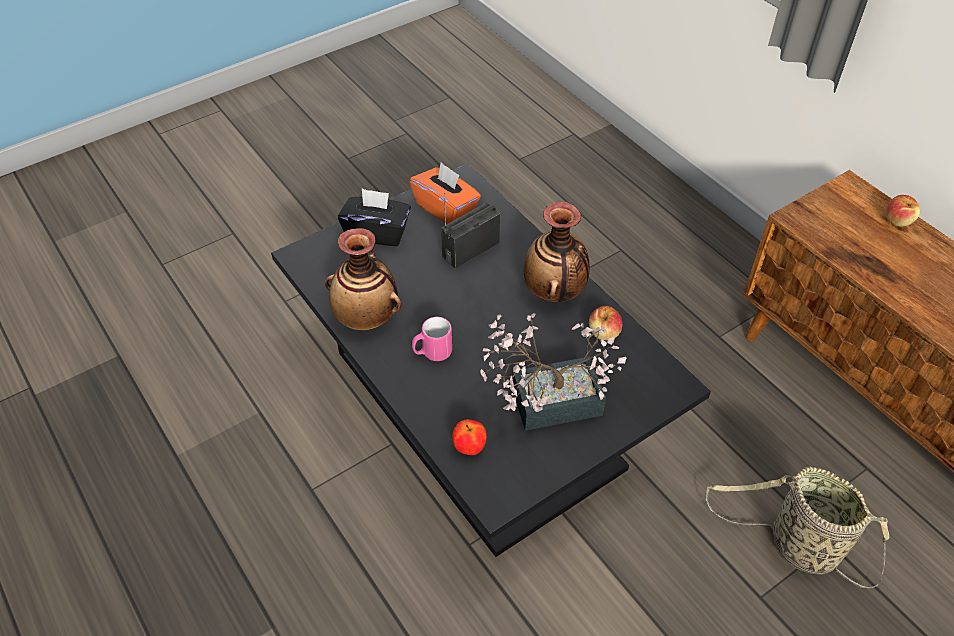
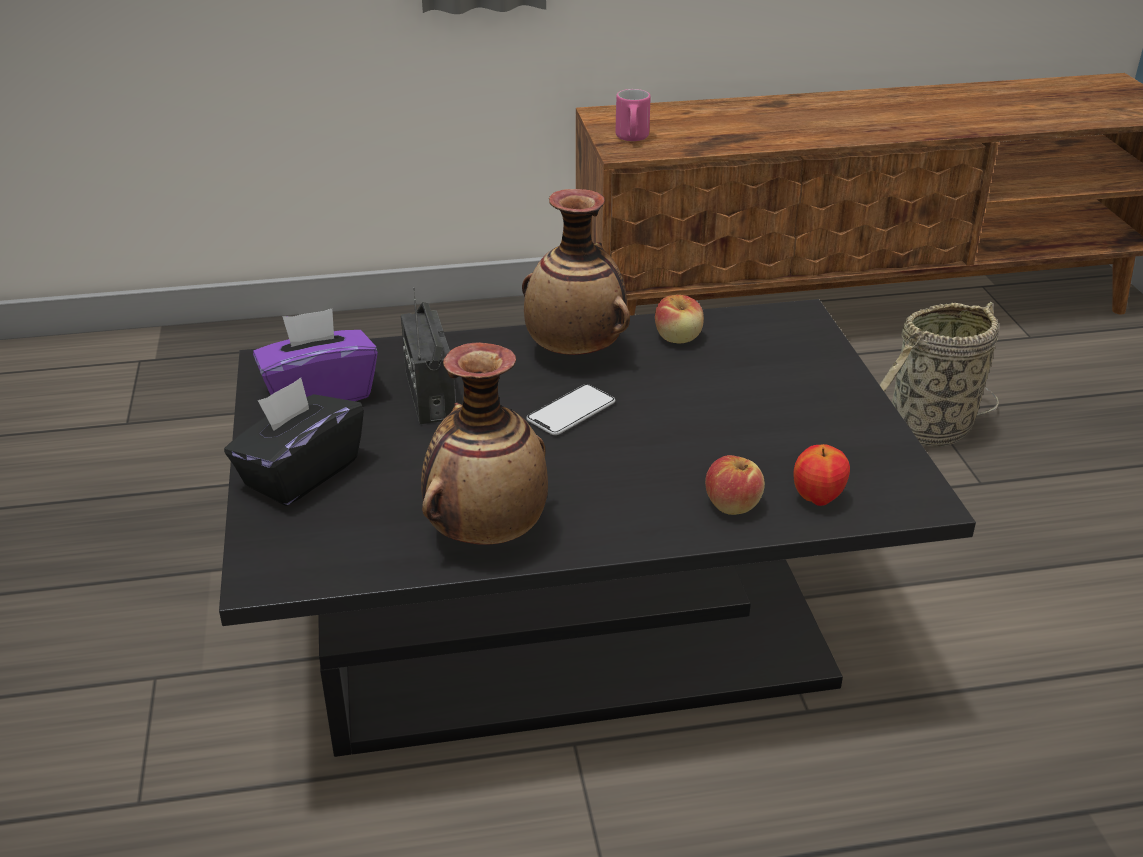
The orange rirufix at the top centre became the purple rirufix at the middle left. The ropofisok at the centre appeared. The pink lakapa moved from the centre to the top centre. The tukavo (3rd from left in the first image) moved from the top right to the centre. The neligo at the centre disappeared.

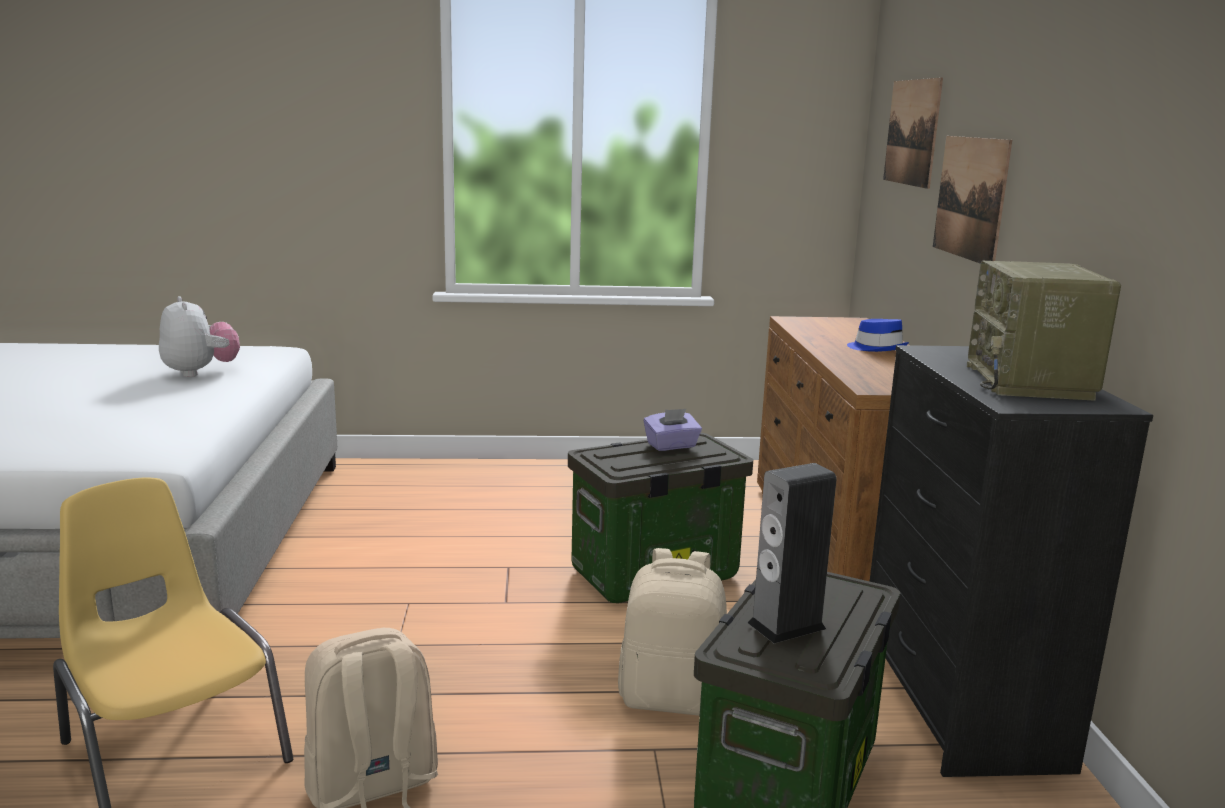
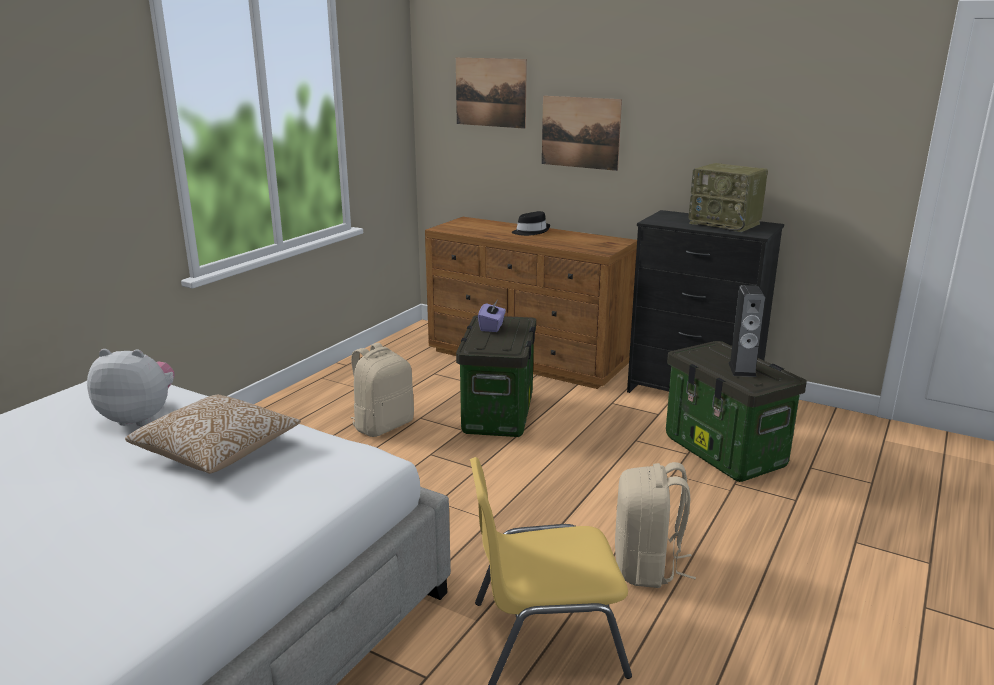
The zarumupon at the middle left appeared. The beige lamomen (2nd from left in the first image) moved from the bottom centre to the centre. The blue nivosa at the middle right became the black nivosa at the top centre.

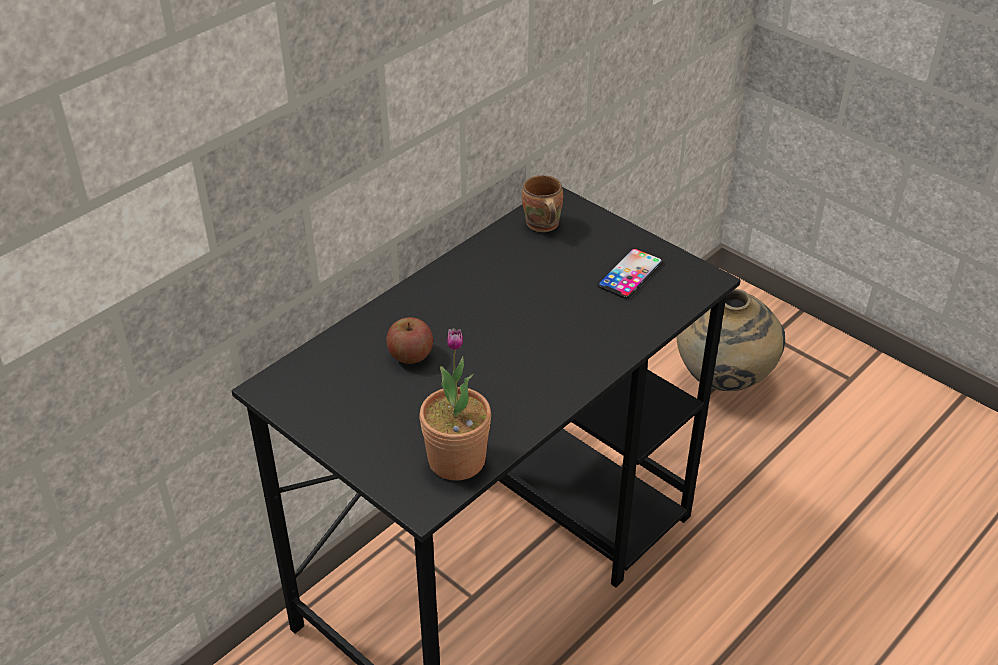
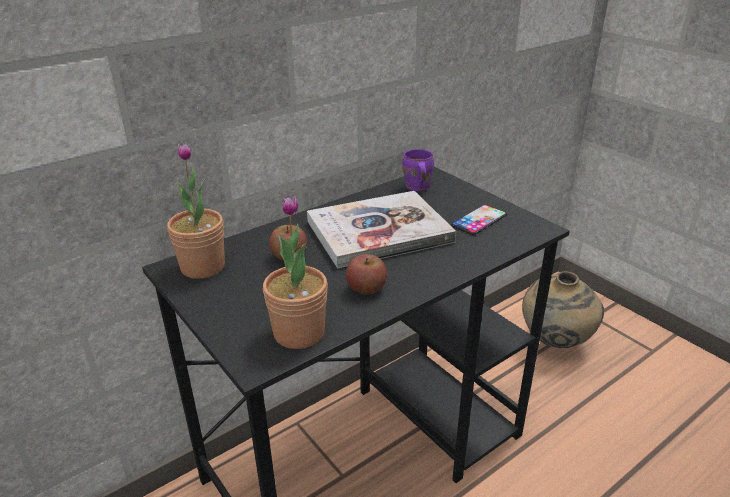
The neligo (1st from left) at the middle left appeared. The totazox at the centre appeared. The tukavo (2nd from left) at the centre appeared. The brown lakapa at the top centre became the purple lakapa at the centre.

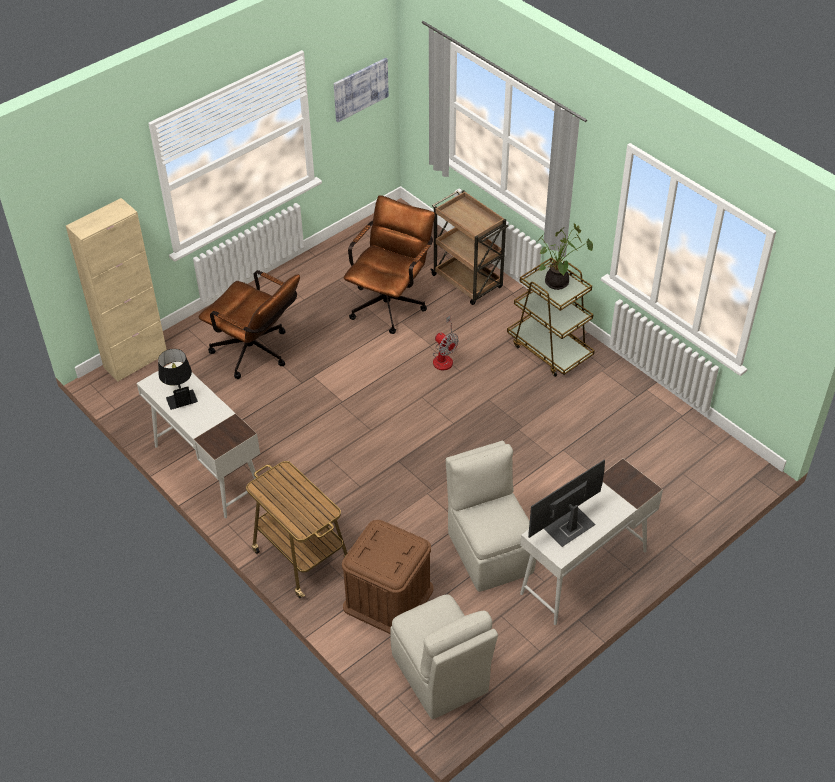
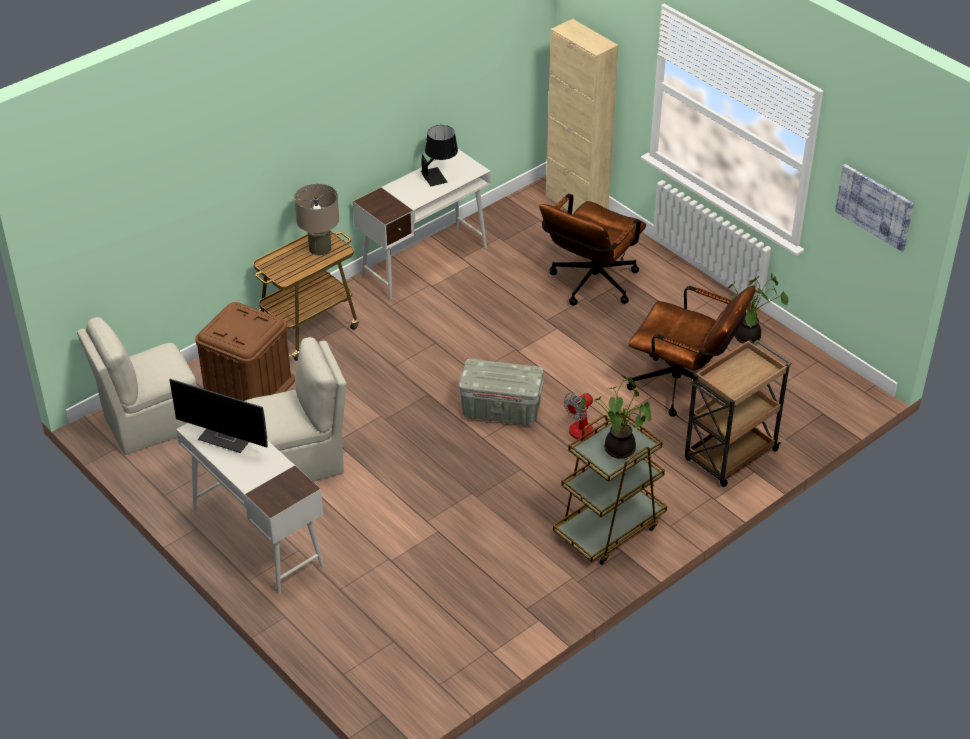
The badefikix at the middle right turned 150 degrees clockwise. The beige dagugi at the top left appeared. The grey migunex at the centre appeared. The neligo (2nd from left) at the middle right appeared.

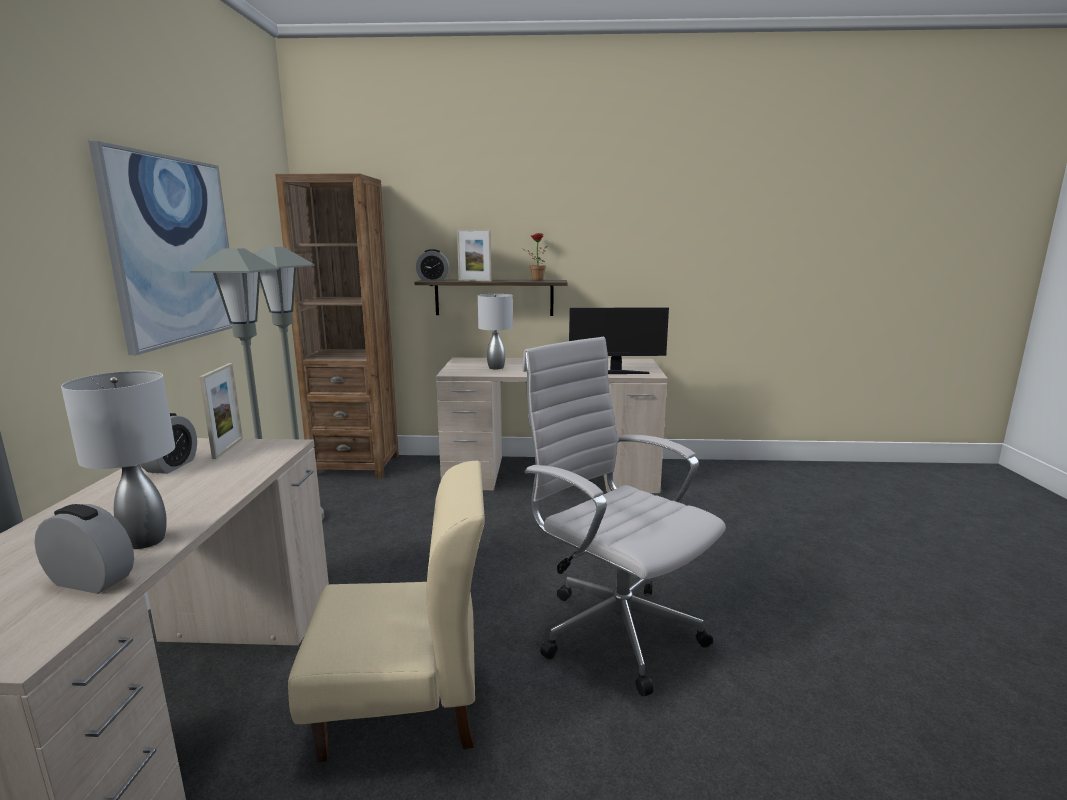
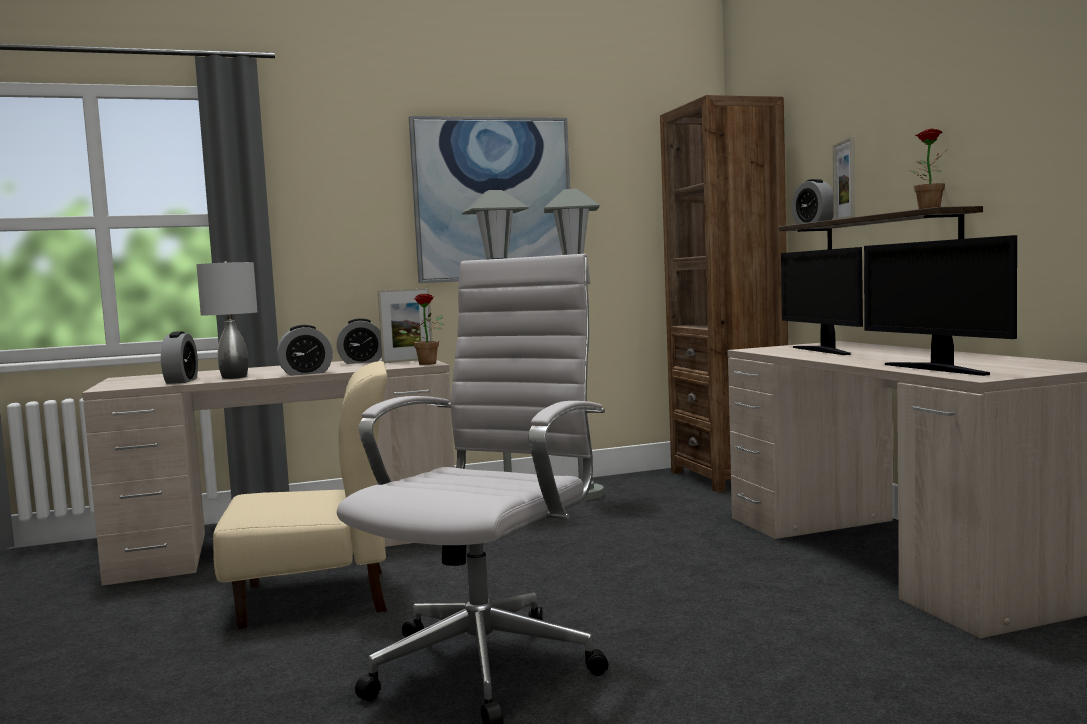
The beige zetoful at the bottom centre turned 75 degrees counterclockwise. The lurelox (2nd from left) at the middle left appeared. The neligo (1st from left) at the centre appeared. The grey dagugi (2nd from left) at the centre was replaced by the badefikix (1st from left) at the middle right.

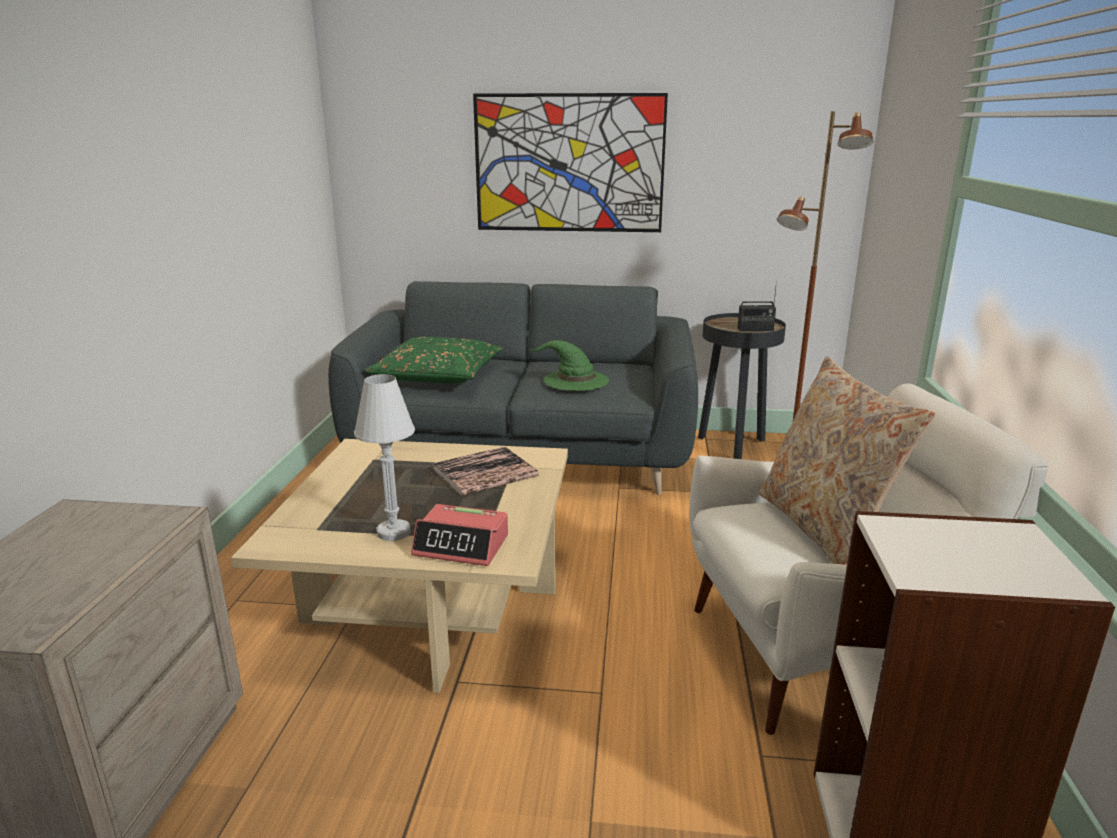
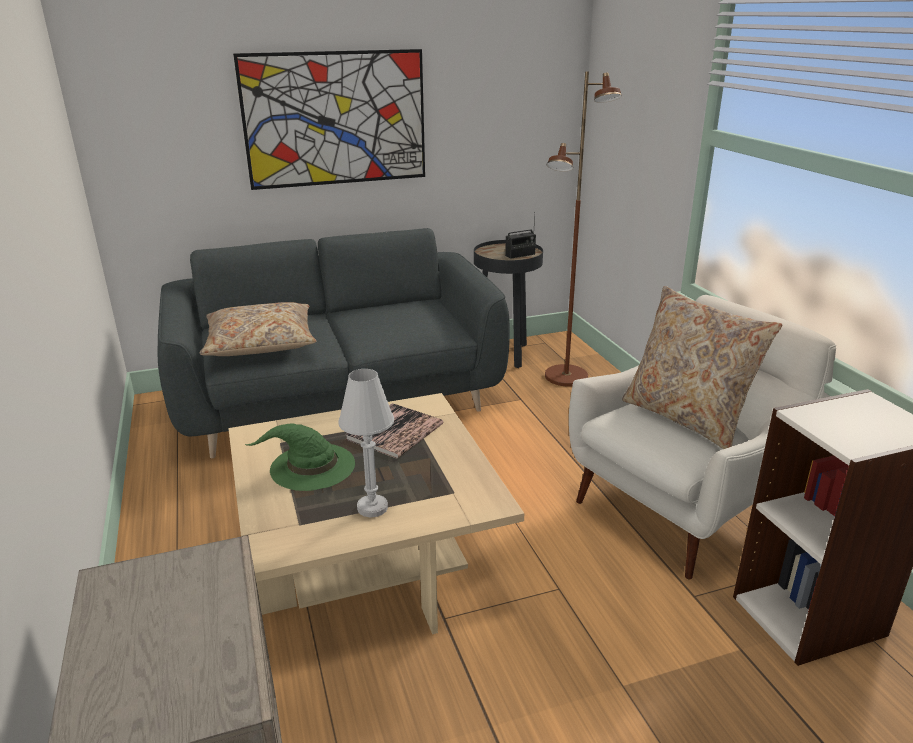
The green zarumupon at the centre became the beige zarumupon (1st from left) at the middle left. The green nivosa moved from the centre to the middle left. The lurelox at the centre disappeared.

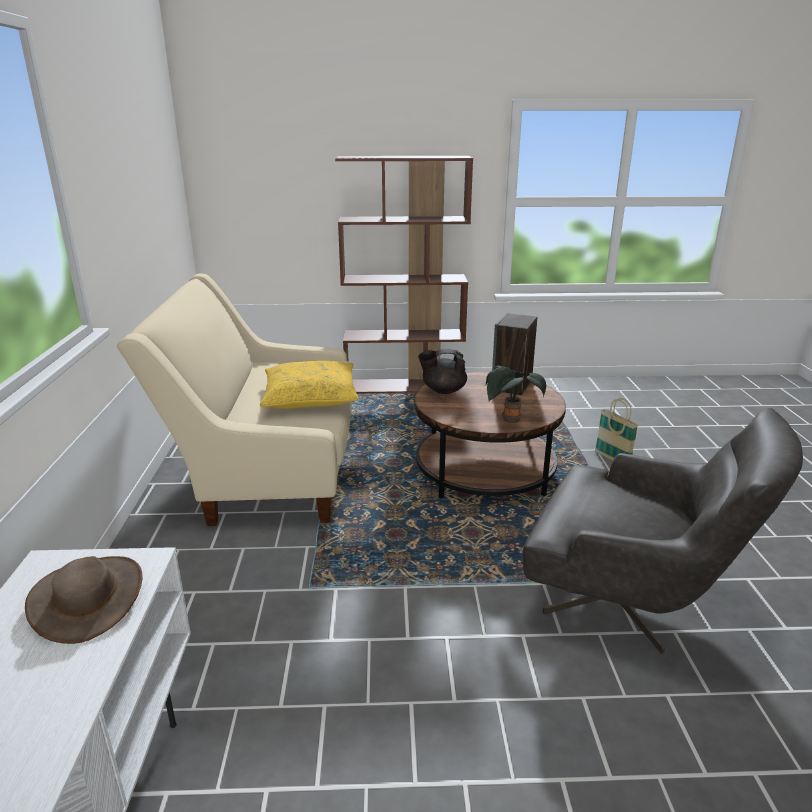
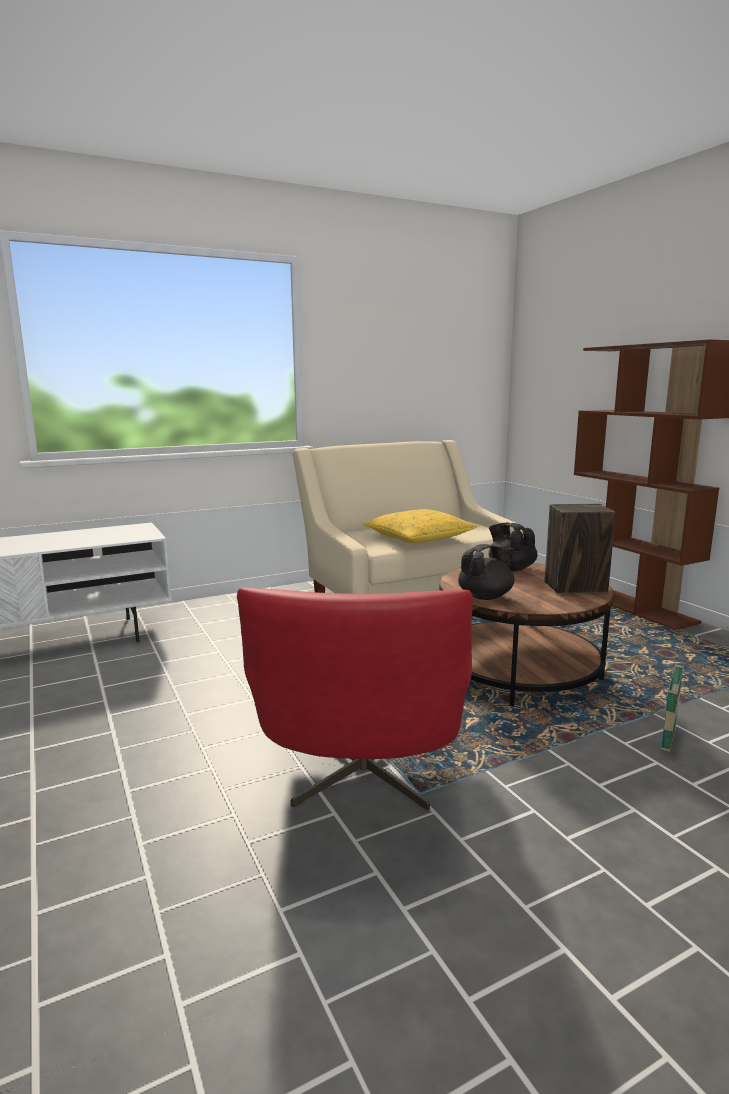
The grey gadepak at the middle right became the red gadepak at the centre. The neligo at the centre was replaced by the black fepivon (1st from left) at the middle right. The brown nivosa at the bottom left disappeared.

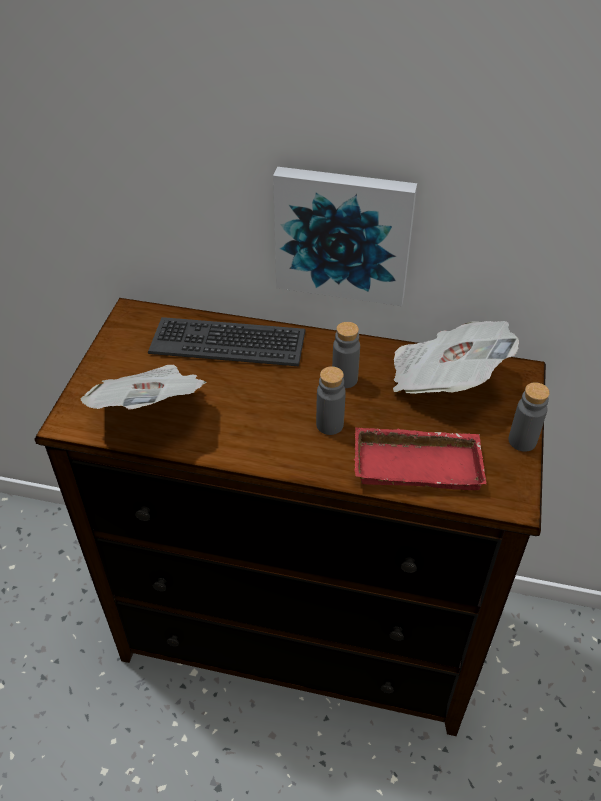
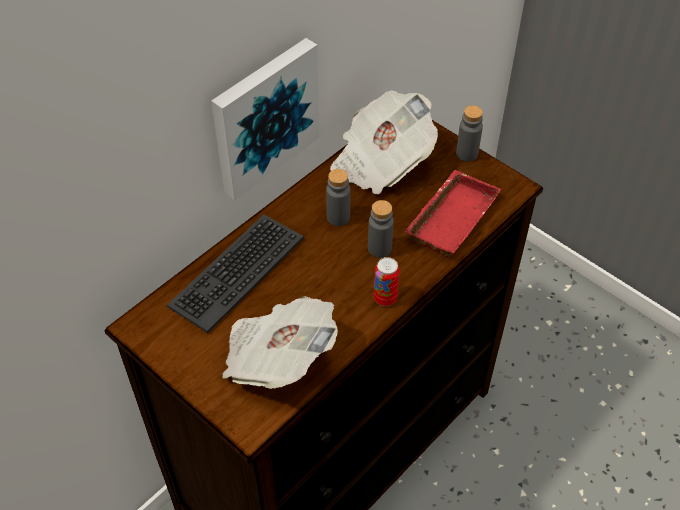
The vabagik at the centre appeared.

